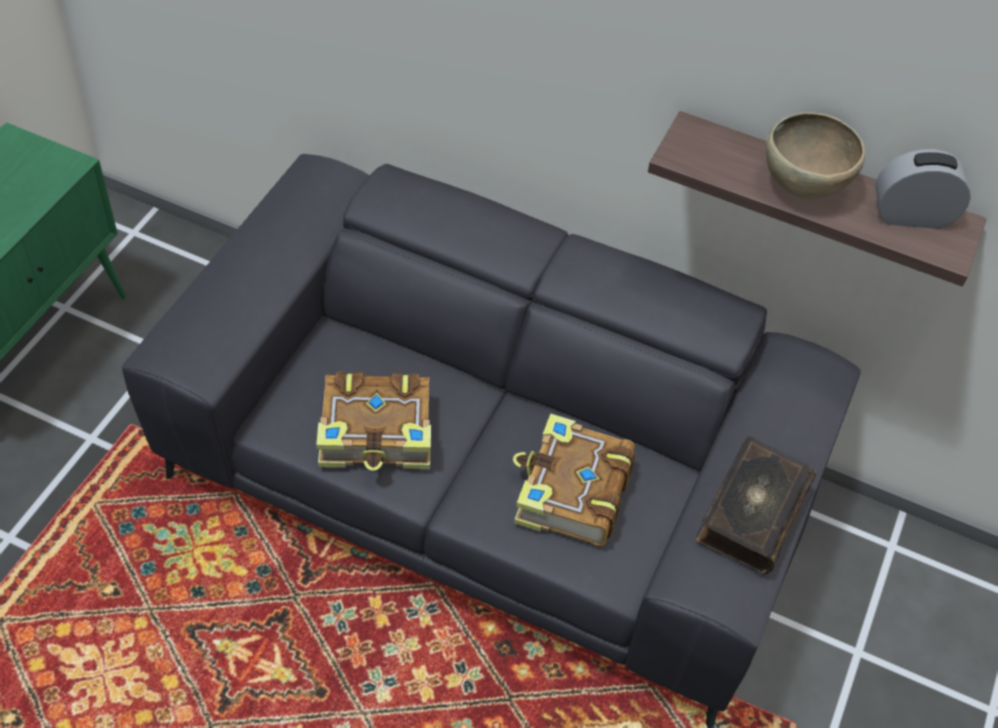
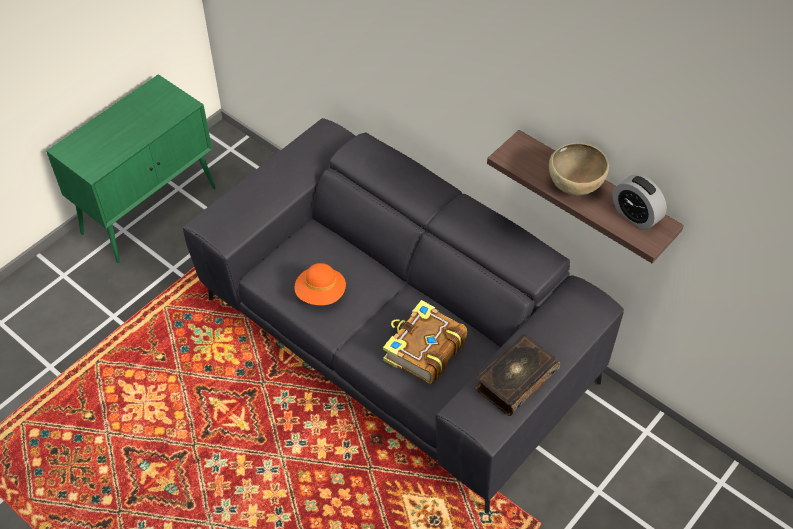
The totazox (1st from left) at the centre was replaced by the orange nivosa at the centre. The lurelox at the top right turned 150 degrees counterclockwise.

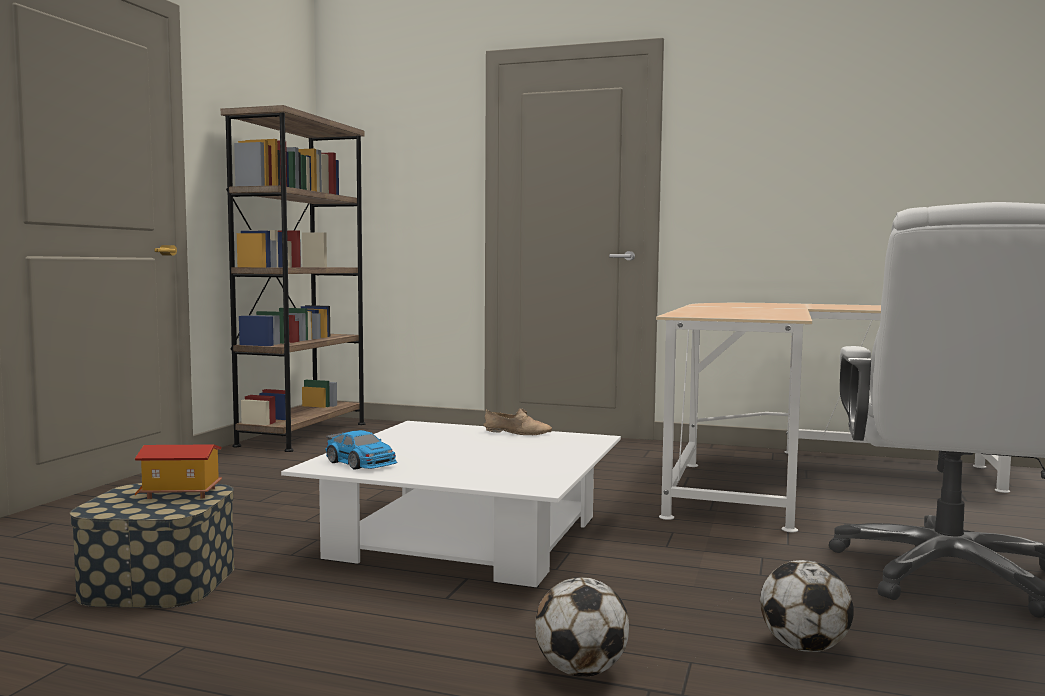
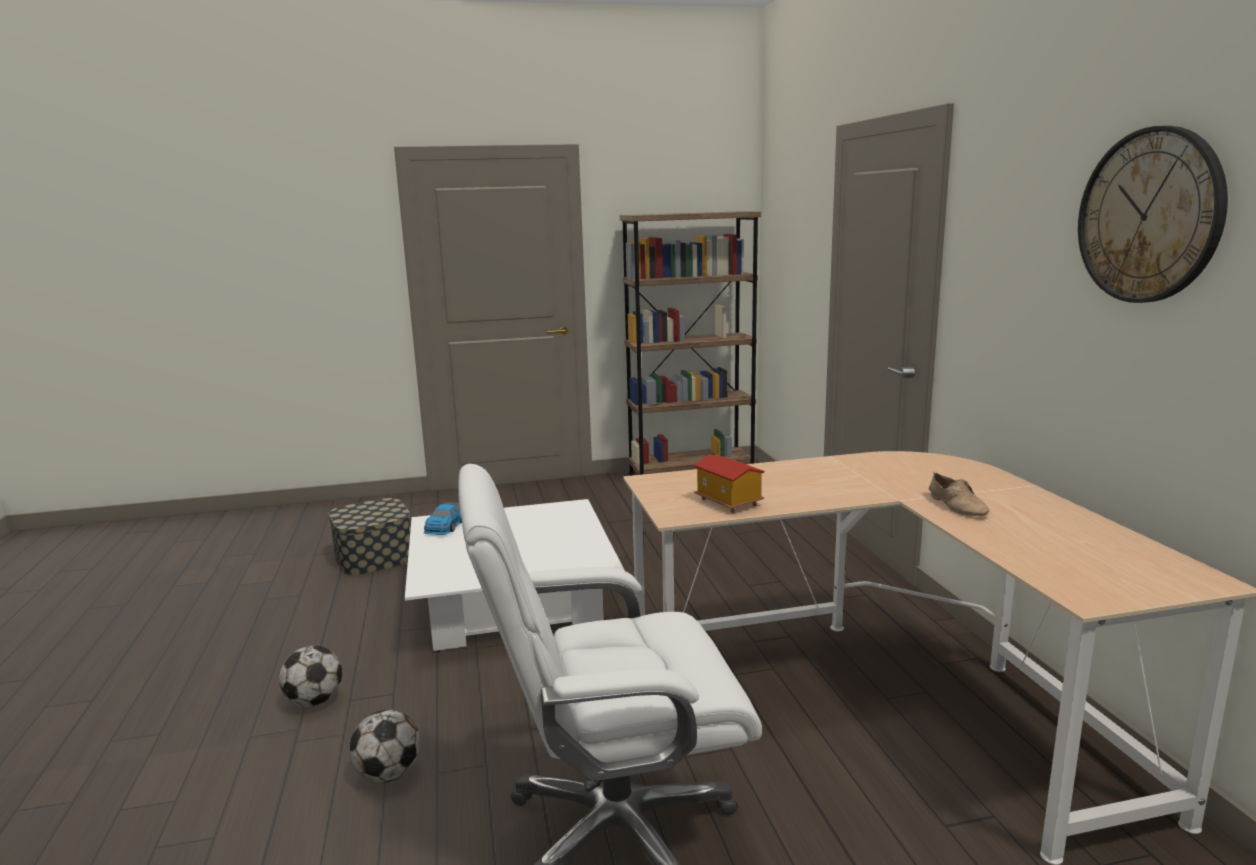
The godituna moved from the bottom left to the centre. The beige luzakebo moved from the centre to the middle right. The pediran at the top right appeared.

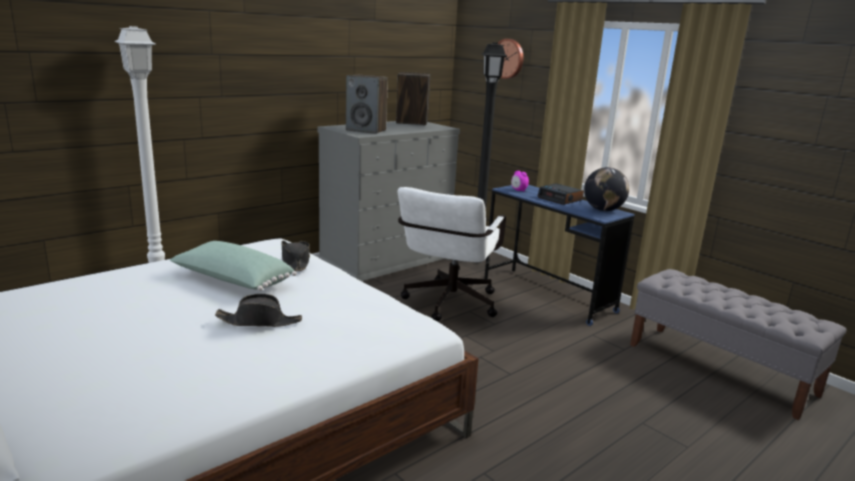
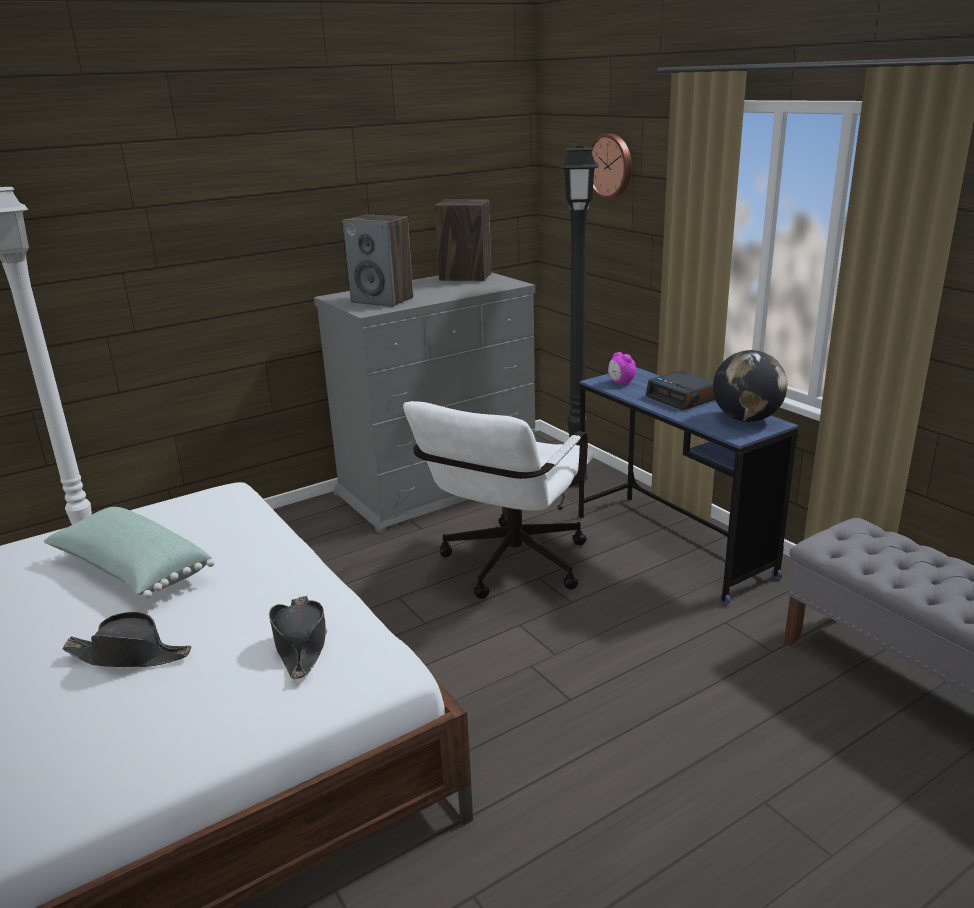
The black nivosa (2nd from left) moved from the centre to the bottom left.

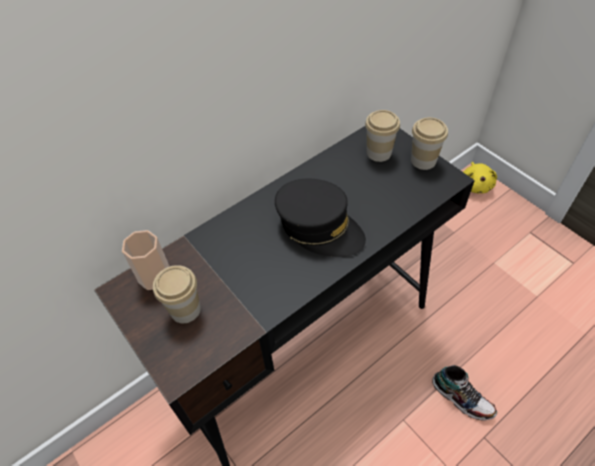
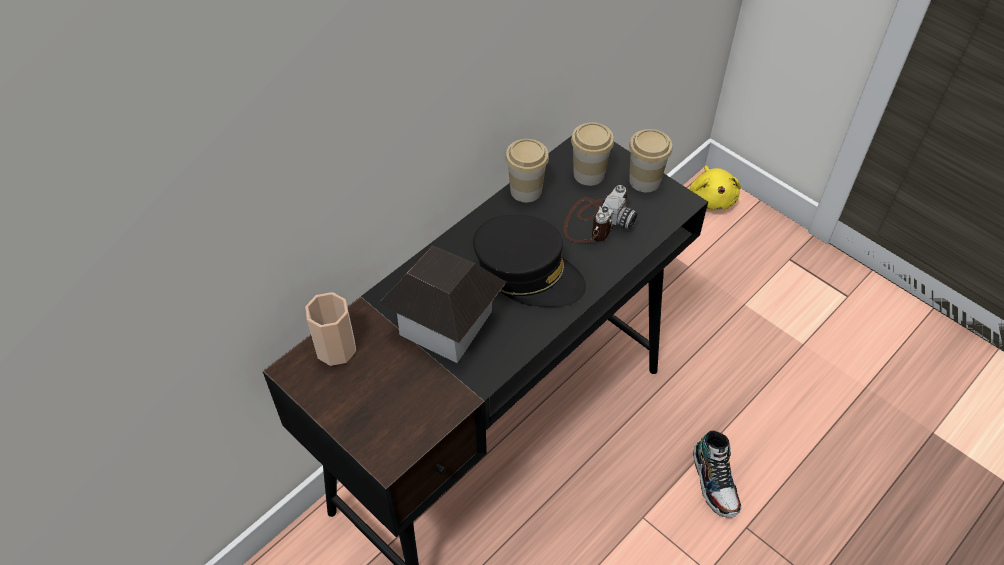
The godituna at the centre appeared. The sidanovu (2nd from left) moved from the middle left to the top centre. The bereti at the centre appeared. The luzakebo at the bottom right turned 45 degrees clockwise.

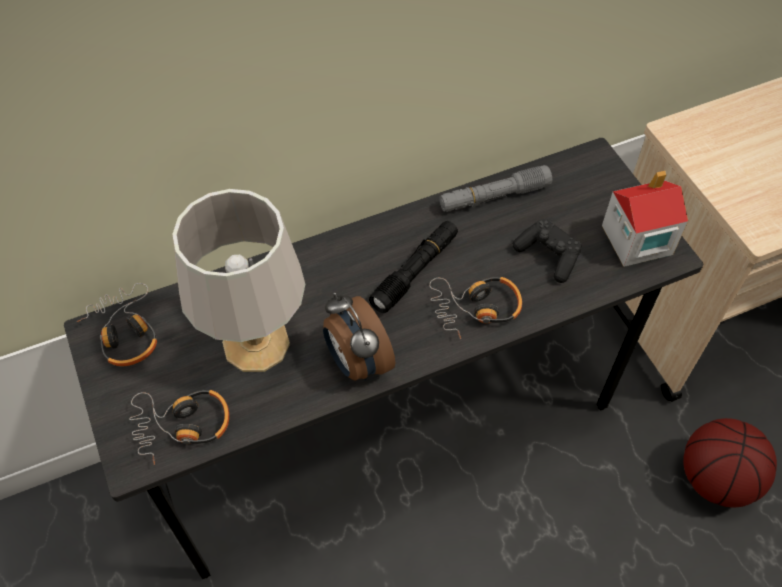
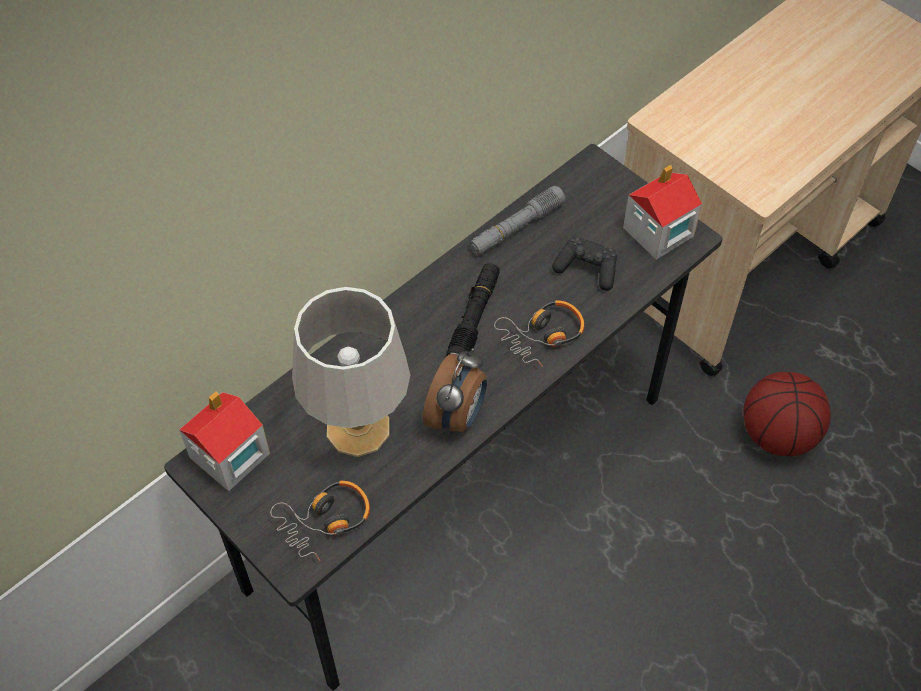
The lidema (1st from left) at the middle left was replaced by the godituna (1st from left) at the middle left. The lurelox at the centre turned 105 degrees counterclockwise.

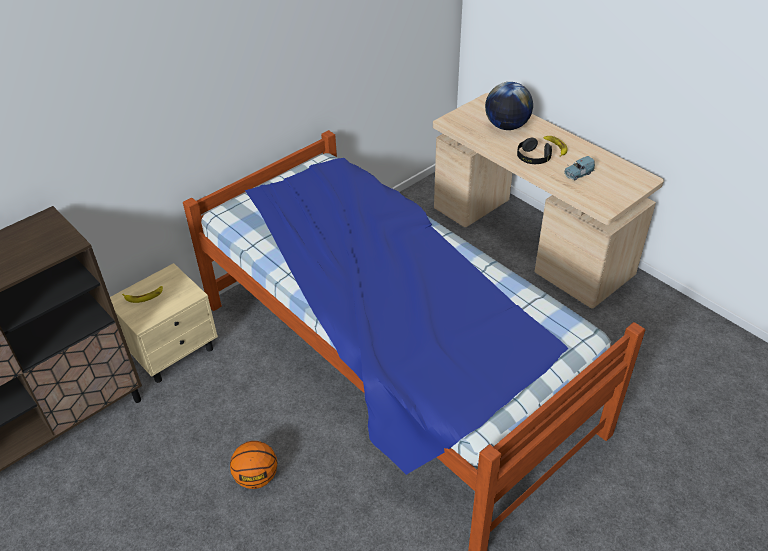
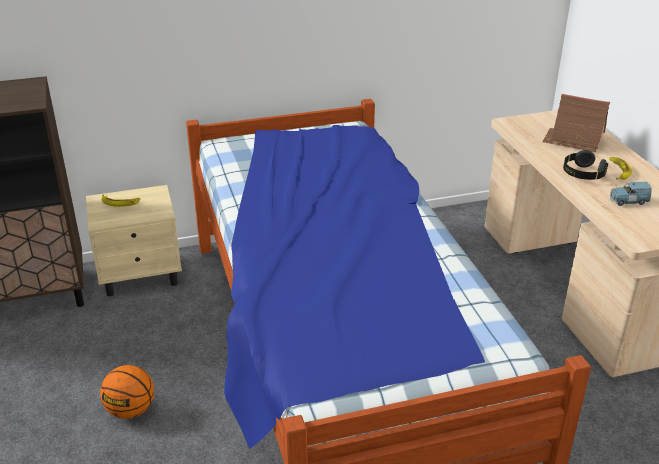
The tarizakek at the top centre was replaced by the godituna at the top right.

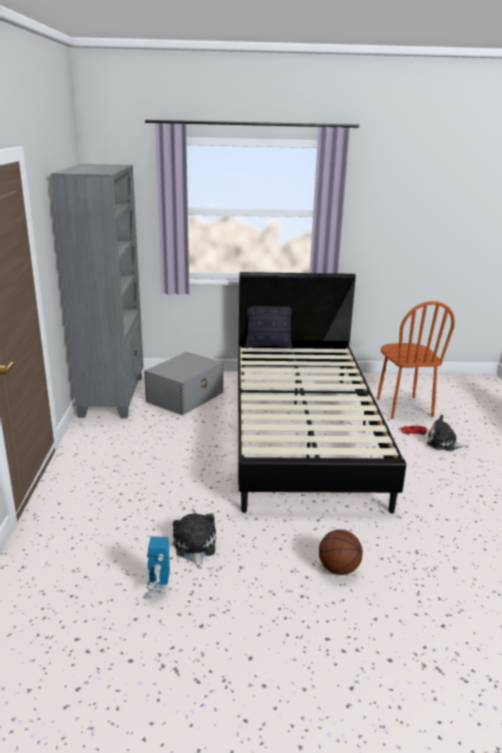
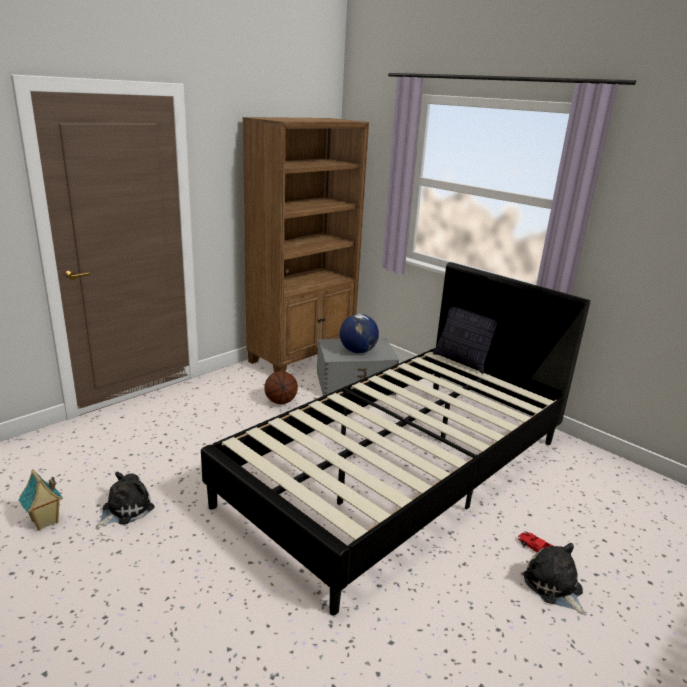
The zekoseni at the bottom left was replaced by the godituna at the bottom left. The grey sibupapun at the middle left became the brown sibupapun at the centre. The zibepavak moved from the bottom right to the centre. The tarizakek at the centre appeared. The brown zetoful at the middle right disappeared.

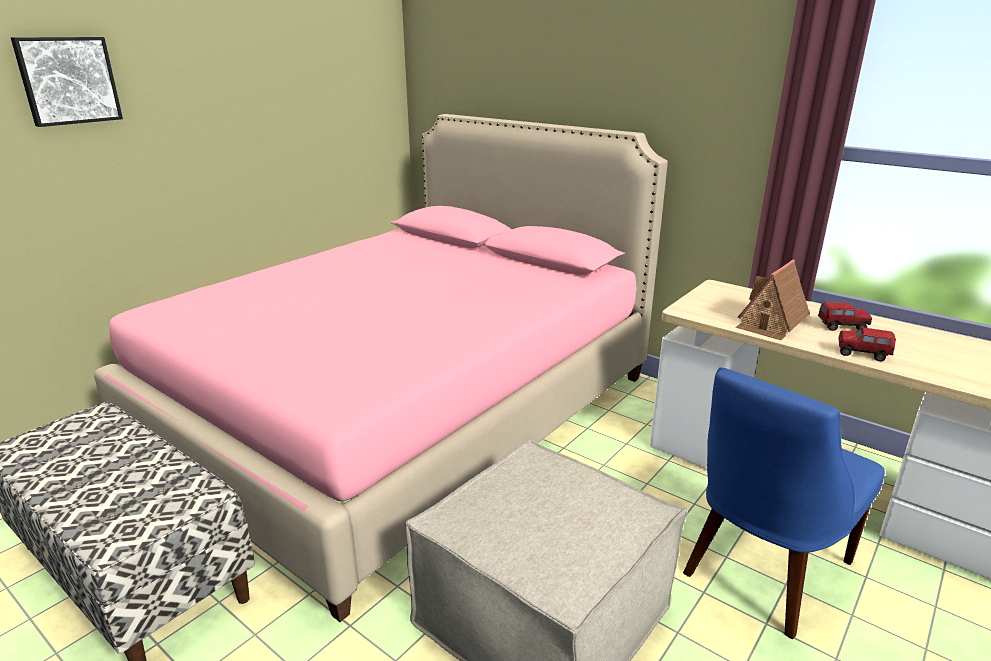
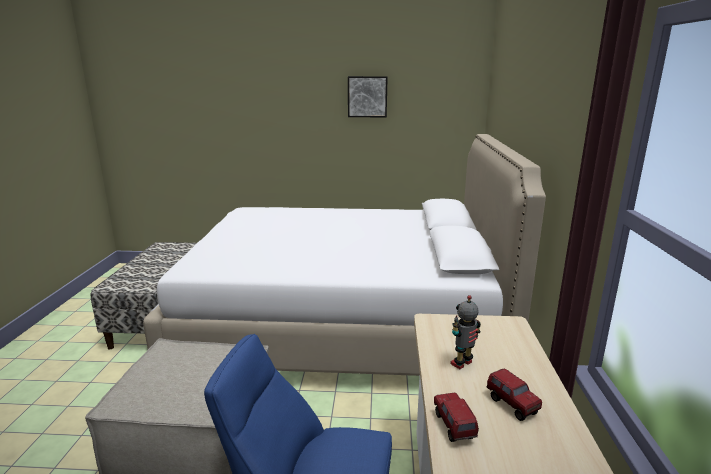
The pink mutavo at the centre became the white mutavo at the centre. The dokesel moved from the top left to the top centre. The godituna at the middle right was replaced by the zekoseni at the bottom centre.

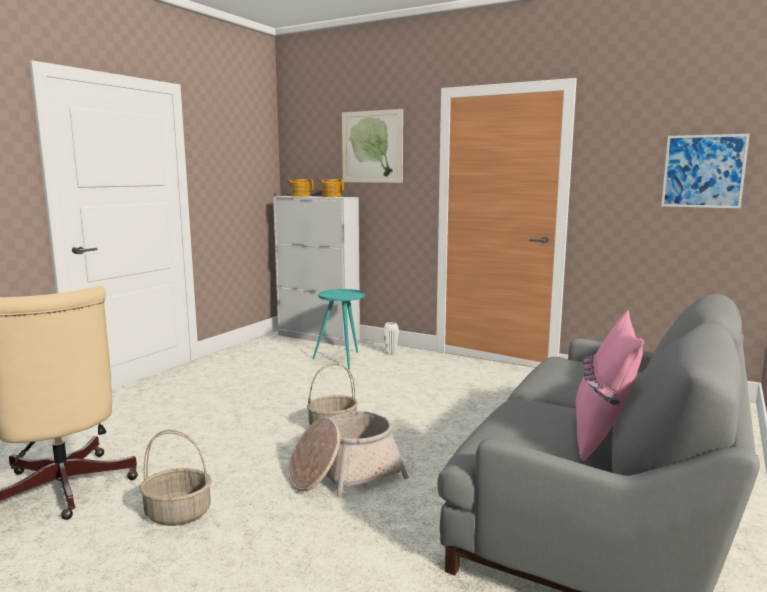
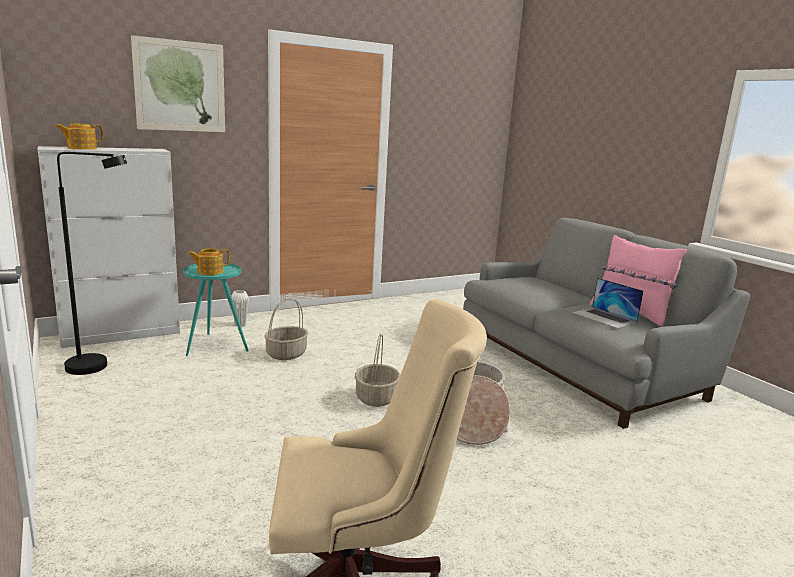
The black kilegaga at the middle left appeared. The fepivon (2nd from left) moved from the top centre to the middle left. The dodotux (1st from left) moved from the bottom left to the centre. The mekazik at the middle right appeared. The dokesel (2nd from left) at the top right disappeared.

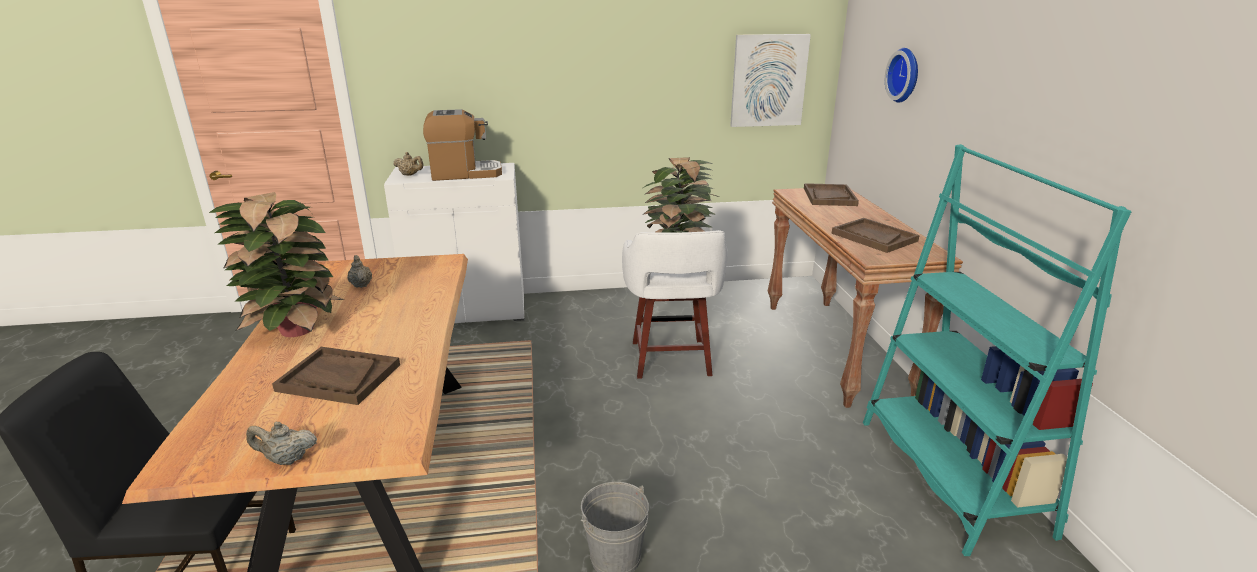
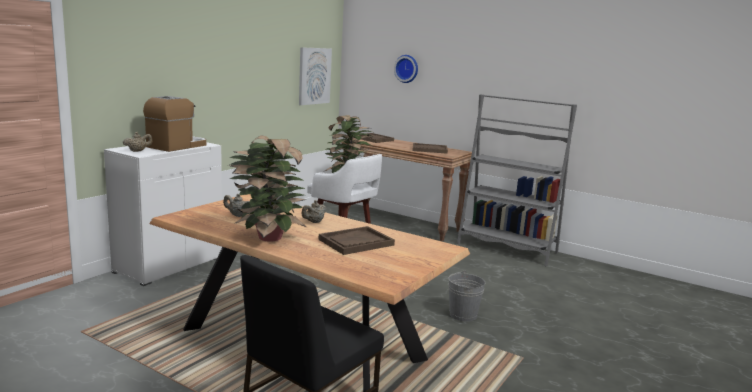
The beige fepivon (1st from left in the first image) moved from the bottom left to the centre. The turquoise sibupapun at the middle right became the grey sibupapun at the middle right.

